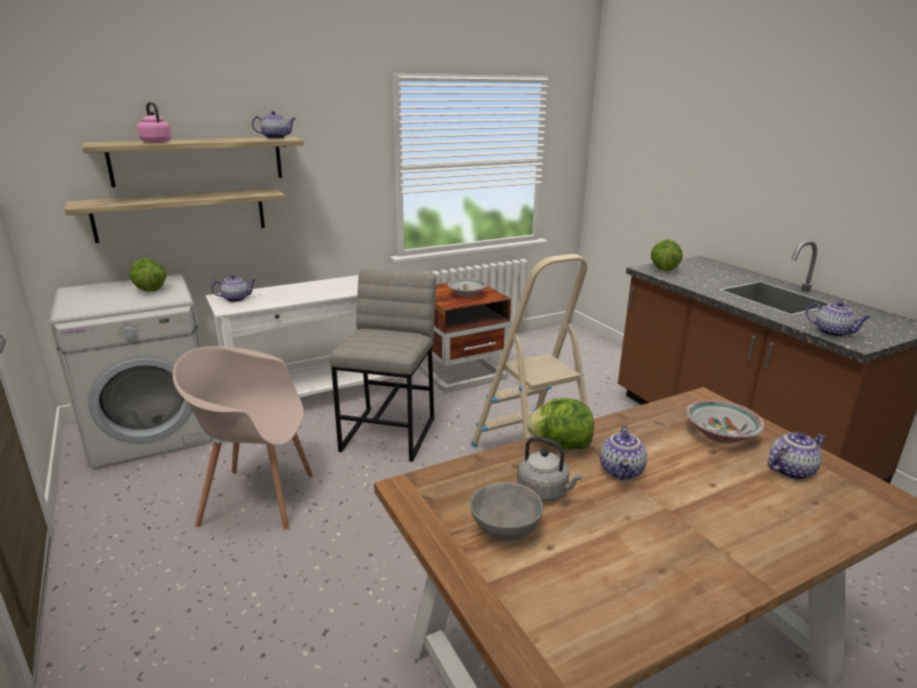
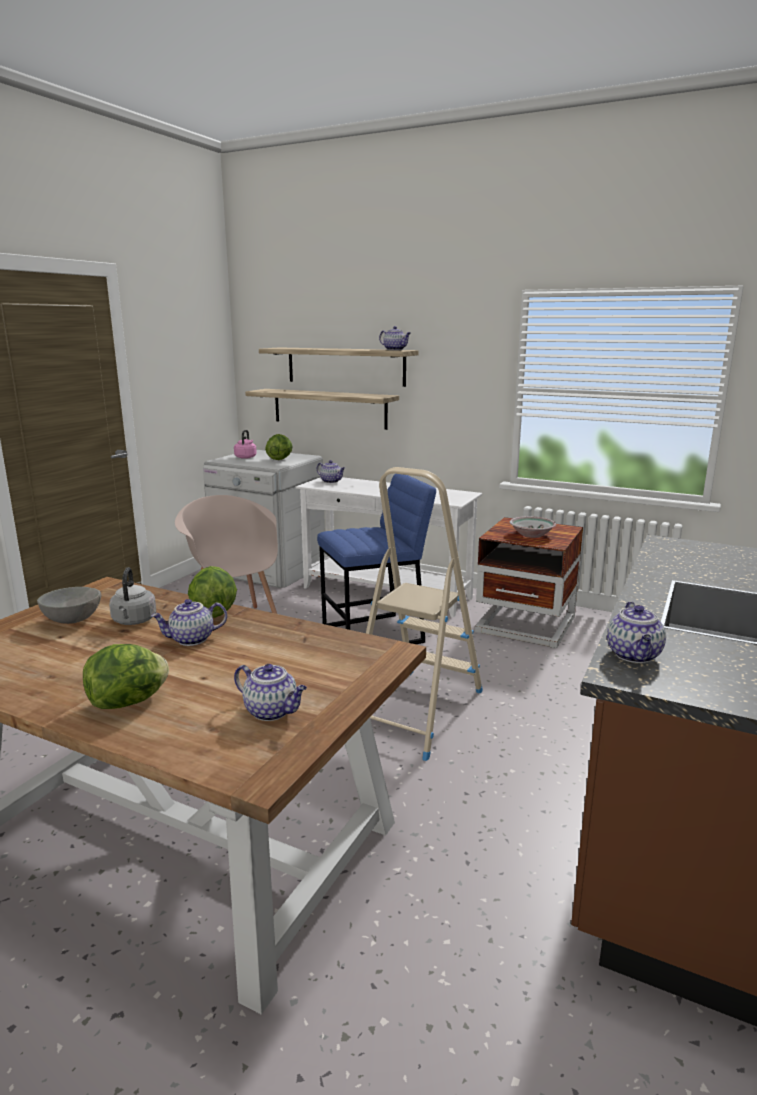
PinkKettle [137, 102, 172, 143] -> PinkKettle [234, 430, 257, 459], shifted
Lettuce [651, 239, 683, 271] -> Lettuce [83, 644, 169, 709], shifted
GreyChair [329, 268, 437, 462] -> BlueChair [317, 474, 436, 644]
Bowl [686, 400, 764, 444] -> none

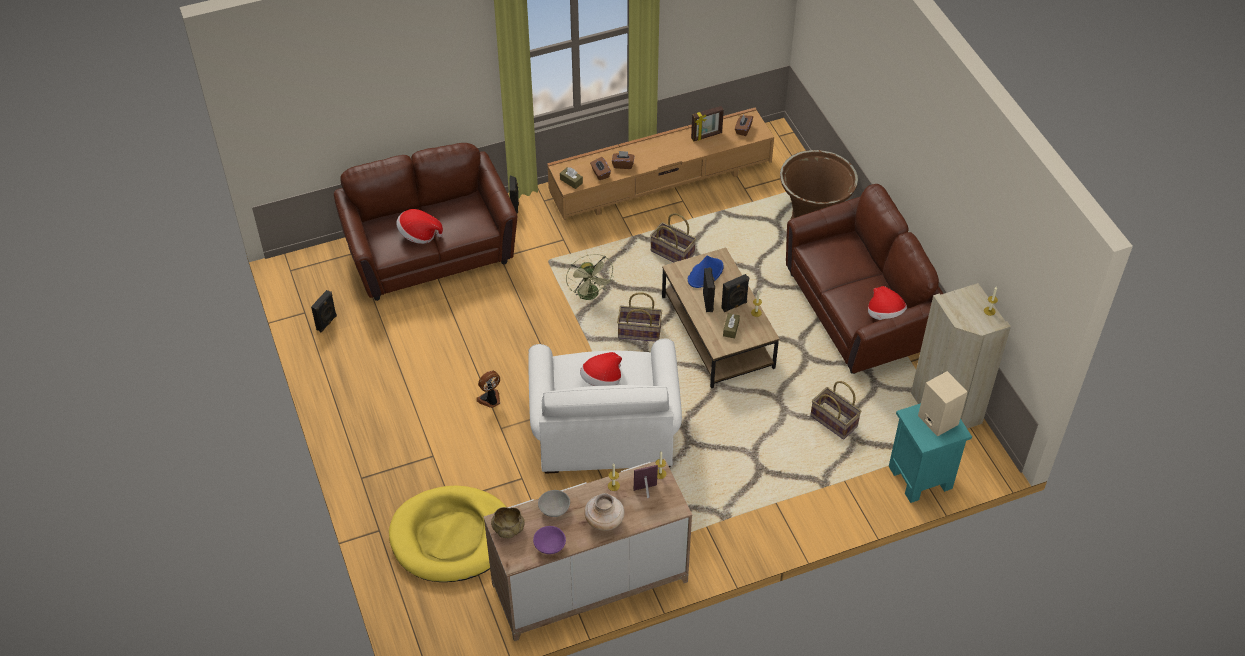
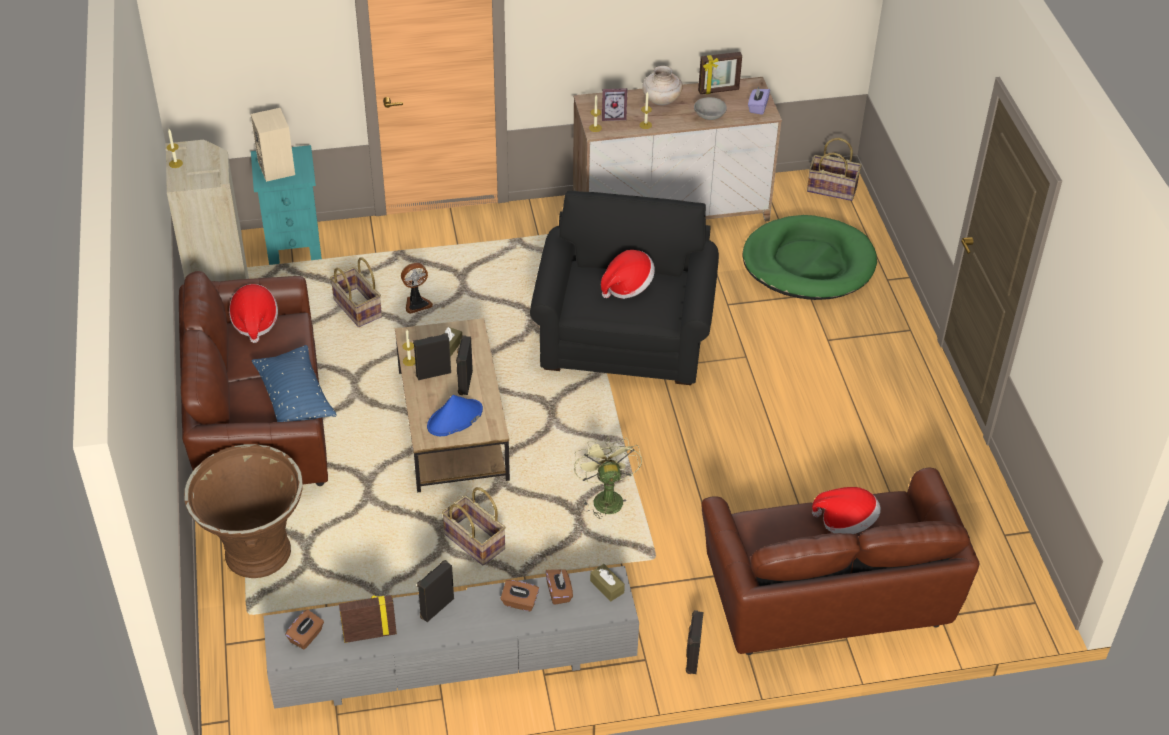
BrownTvStand [547, 107, 774, 220] -> GreyTvStand [263, 566, 639, 709]
BlackSpeaker [311, 290, 337, 332] -> BlackSpeaker [417, 560, 454, 622], shifted
Basket [617, 292, 662, 342] -> Basket [807, 138, 862, 201], shifted
WhiteArmchair [528, 339, 682, 474] -> BlackArmchair [530, 191, 719, 385]
Fan [476, 371, 500, 408] -> Fan [401, 263, 433, 314], shifted
YellowDogBed [389, 485, 506, 582] -> GreenDogBed [742, 215, 877, 300]
BeigeBowl [491, 507, 525, 538] -> PurpleTissueBox [748, 86, 770, 115]
PurpleBowl [533, 526, 566, 554] -> PictureFrame [698, 52, 742, 94]
none -> BluePillow [251, 345, 337, 422]

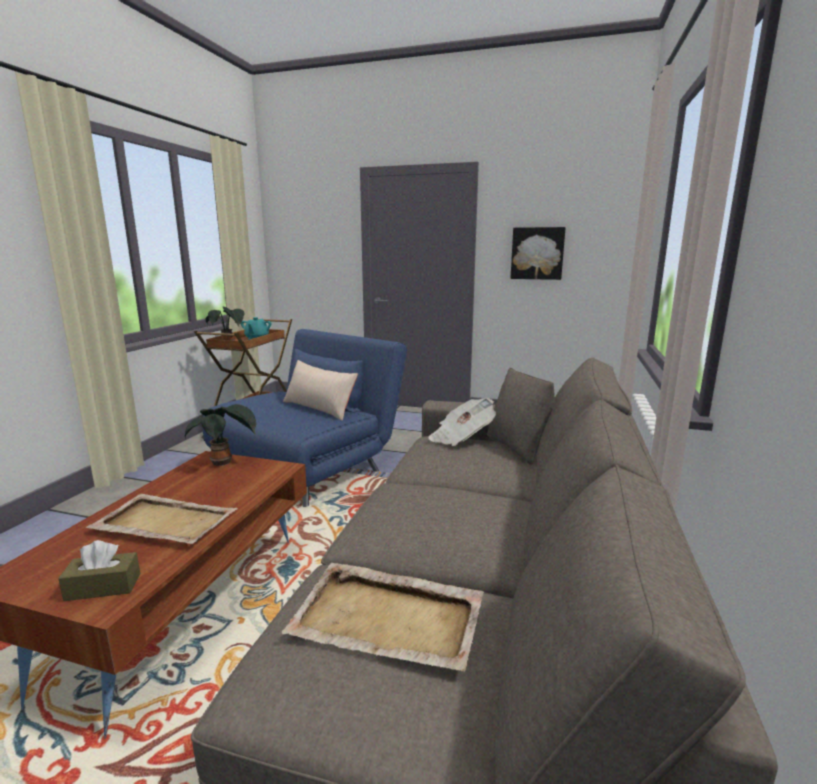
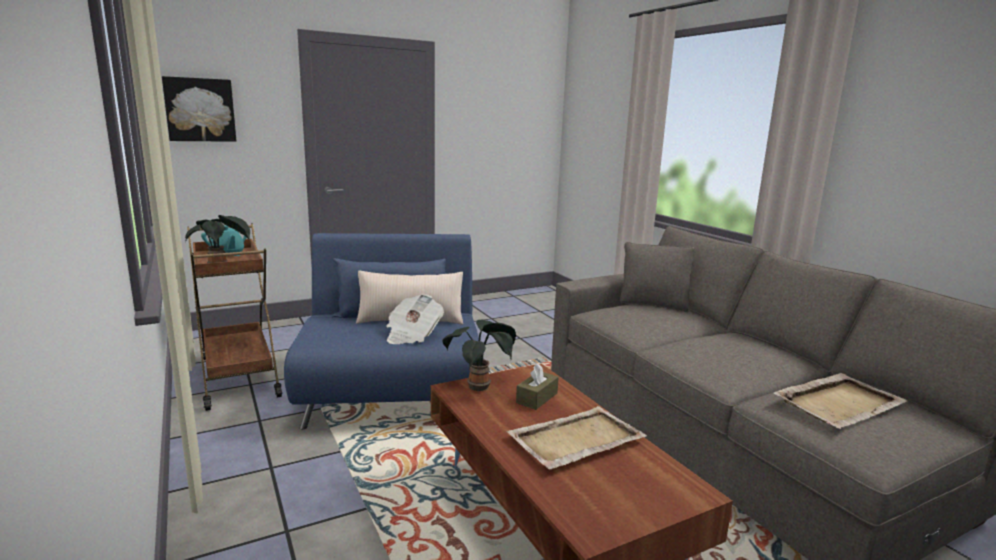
Picture [511, 227, 566, 280] -> Picture [162, 76, 236, 142], shifted
Newspaper [429, 398, 496, 446] -> Newspaper [387, 294, 444, 344], shifted
BrownTissueBox [58, 540, 140, 601] -> BrownTissueBox [516, 363, 559, 410], shifted

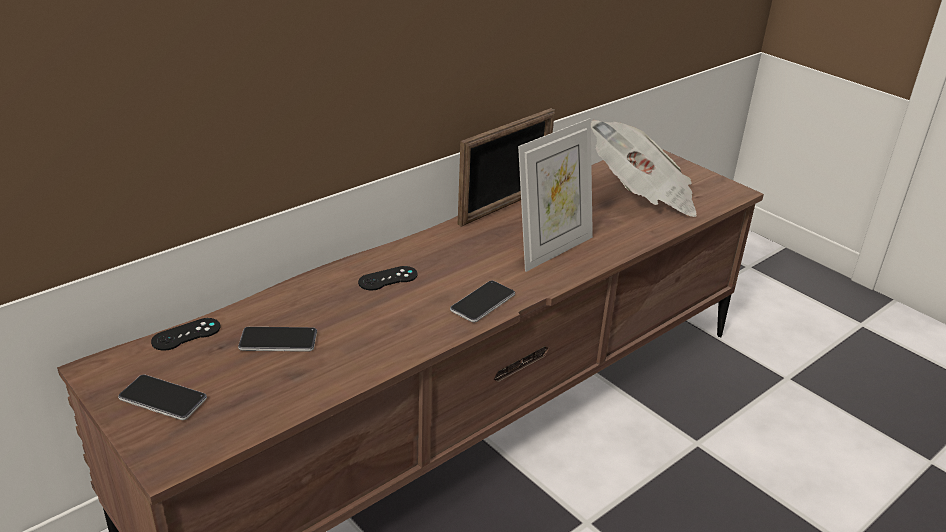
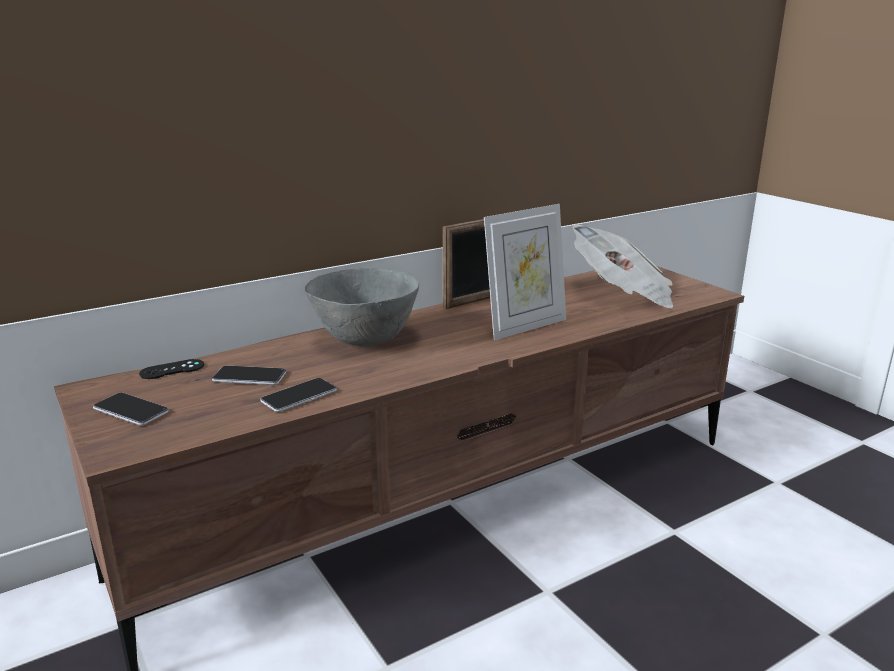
BlackGameController [358, 266, 418, 290] -> GreyBowl [305, 268, 419, 346]
Phone [450, 281, 515, 322] -> Phone [260, 378, 337, 412], shifted

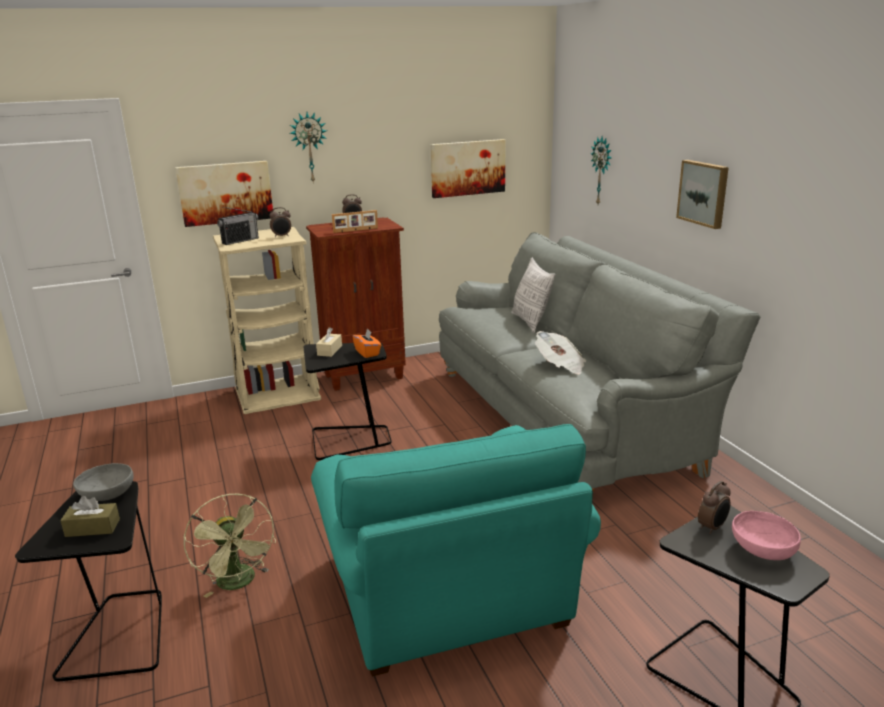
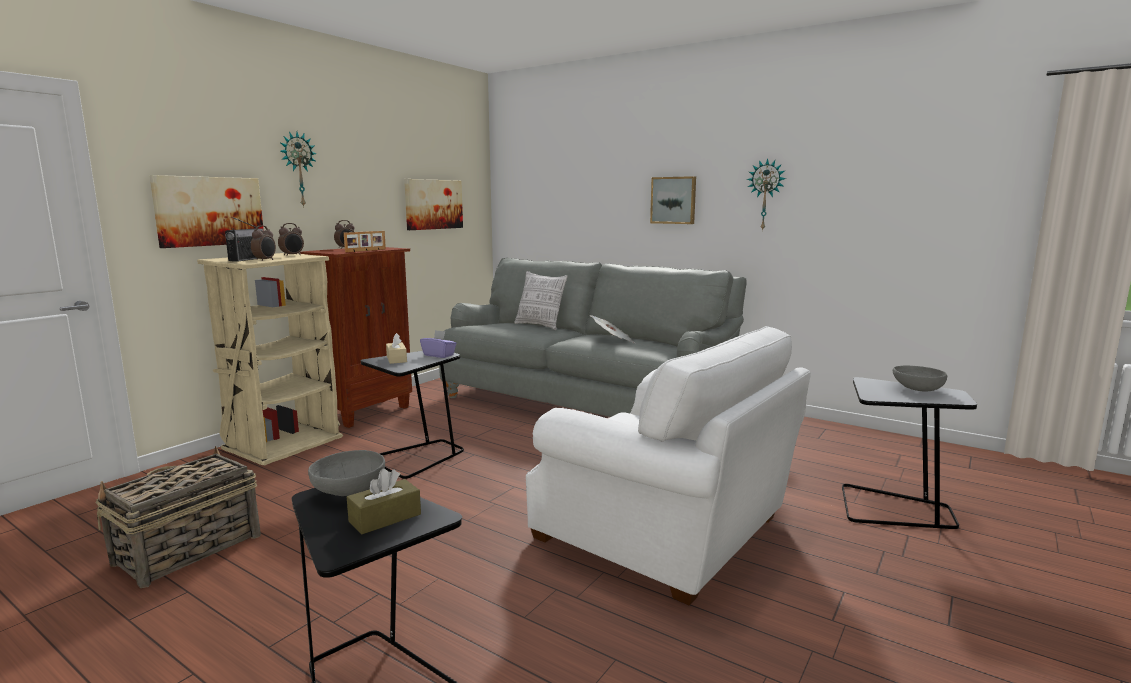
WallClock [591, 136, 611, 204] -> WallClock [747, 158, 786, 231], shifted
OrangeTissueBox [352, 329, 381, 358] -> PurpleTissueBox [420, 330, 457, 358]
TurquoiseArmchair [311, 424, 601, 676] -> WhiteArmchair [526, 326, 811, 605]
AlarmClock [698, 481, 731, 534] -> AlarmClock [251, 226, 276, 261], shifted
GreenFan [184, 494, 276, 598] -> none
PinkBowl [732, 511, 801, 560] -> GreyBowl [893, 365, 947, 391]
none -> Basket [95, 446, 261, 588]

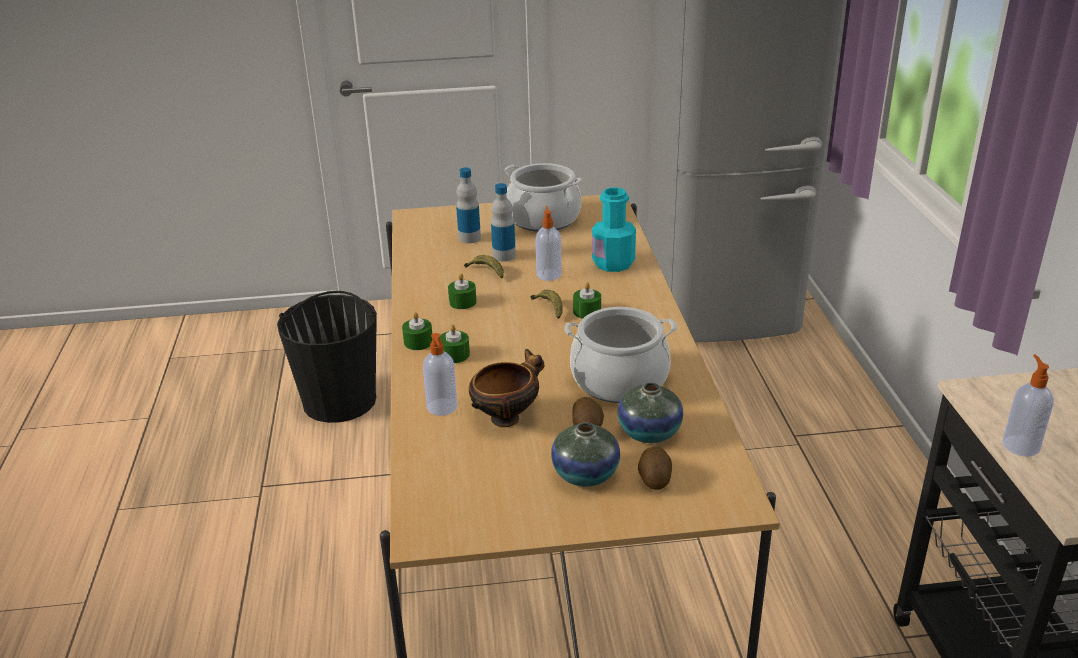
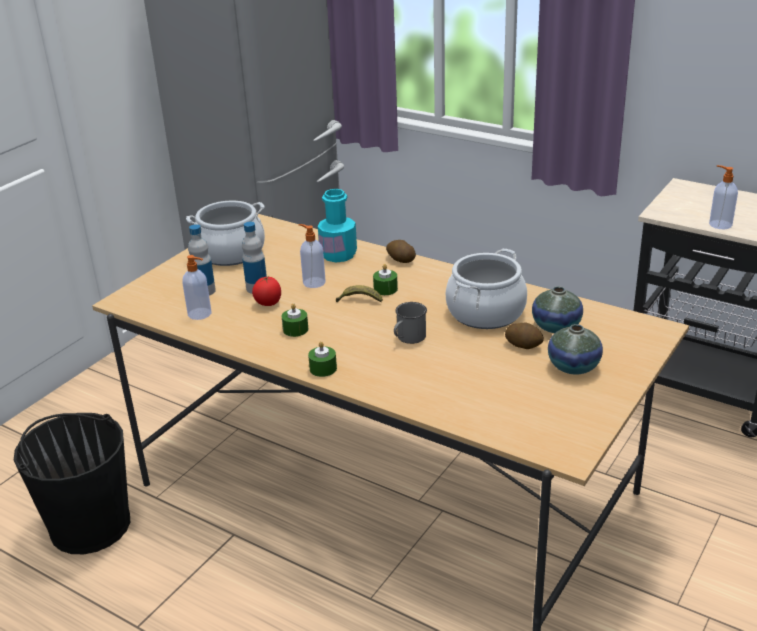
Banana [464, 255, 504, 279] -> Tomato [252, 276, 281, 306]
GreenCandle [440, 324, 470, 363] -> none
SoapDispenser [423, 333, 457, 416] -> SoapDispenser [182, 255, 211, 320], shifted
Bowl [469, 349, 544, 427] -> none
Potato [638, 447, 672, 490] -> Potato [386, 240, 416, 263], shifted
none -> GreyMug [394, 302, 427, 344]

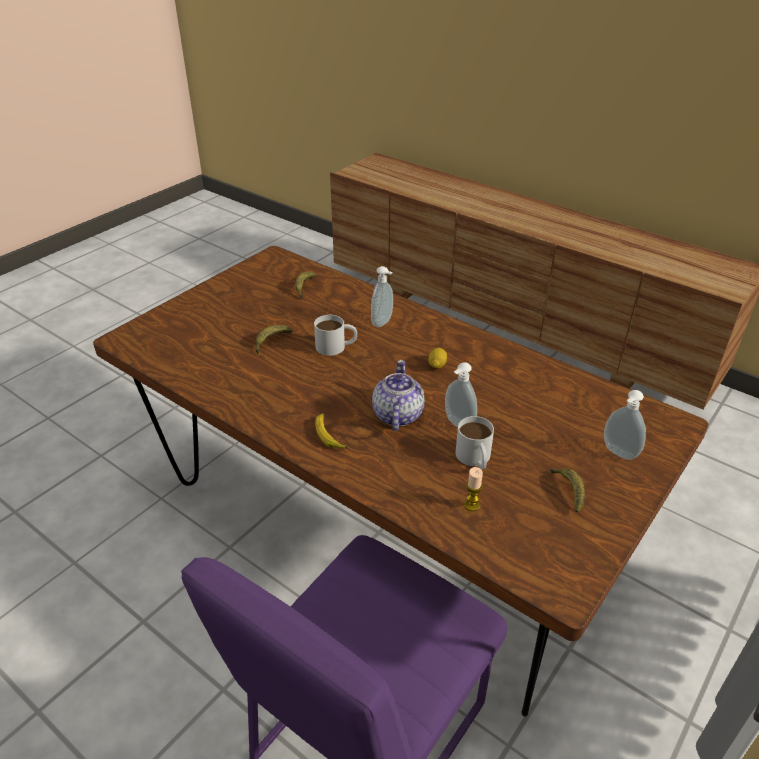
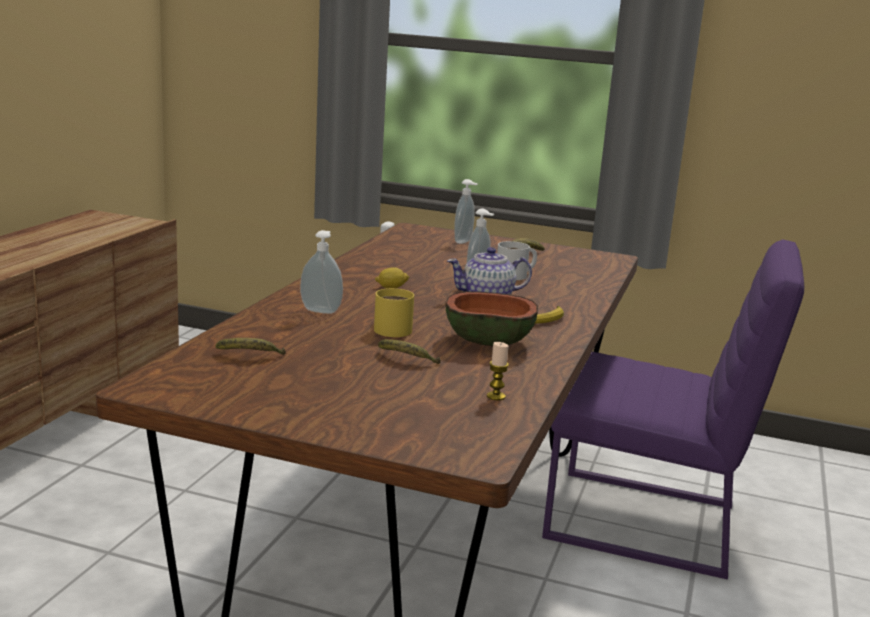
WhiteMug [314, 315, 357, 356] -> YellowMug [374, 288, 414, 337]
Candle [464, 467, 483, 511] -> Candle [487, 342, 509, 400], shifted
none -> Bowl [446, 291, 538, 346]

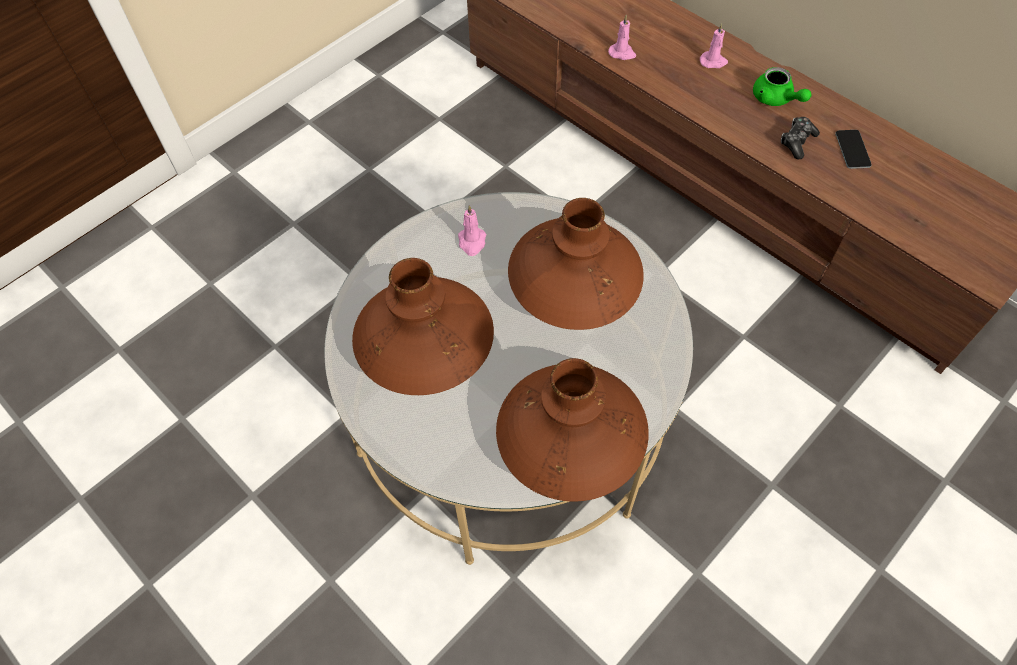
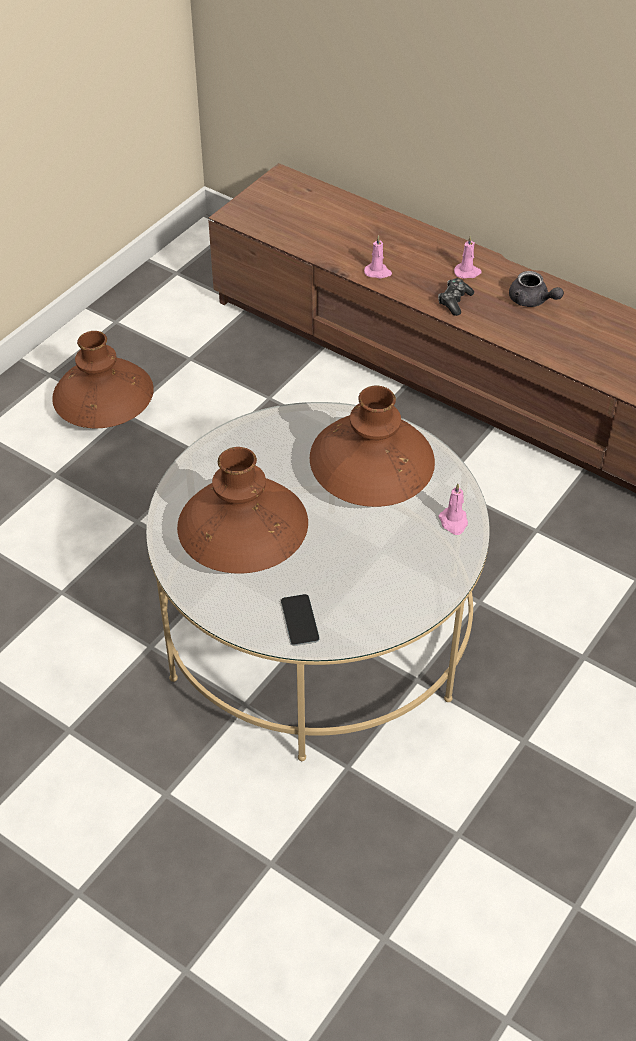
GreenTeapot [753, 67, 811, 106] -> GreyTeapot [509, 271, 564, 307]
GameController [781, 117, 820, 159] -> GameController [438, 278, 474, 316], shifted
Phone [835, 130, 872, 169] -> Phone [281, 594, 320, 646], shifted
PinkCandle [458, 205, 486, 256] -> PinkCandle [438, 483, 468, 535], shifted
BrownVase [496, 358, 649, 501] -> BrownVase [52, 331, 154, 428], shifted

